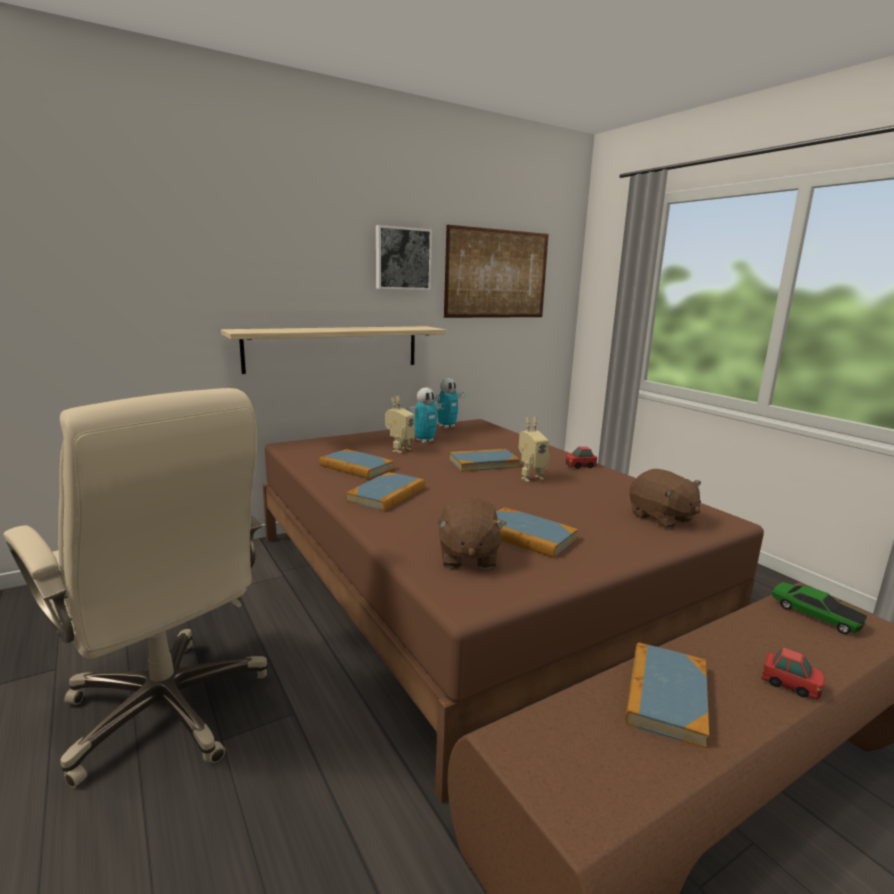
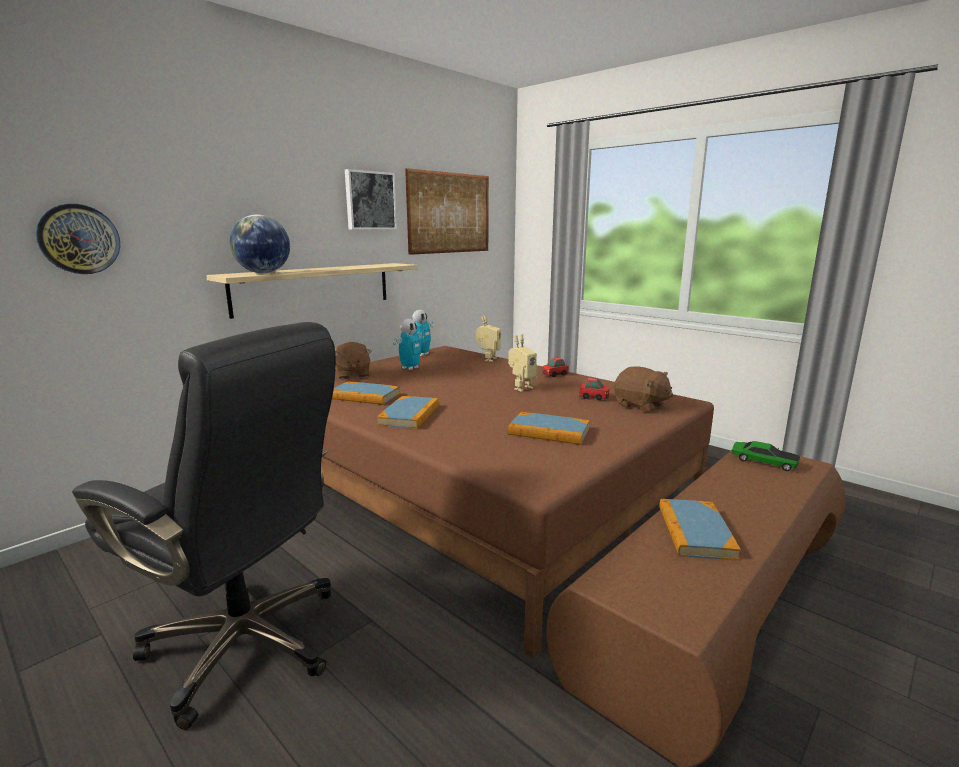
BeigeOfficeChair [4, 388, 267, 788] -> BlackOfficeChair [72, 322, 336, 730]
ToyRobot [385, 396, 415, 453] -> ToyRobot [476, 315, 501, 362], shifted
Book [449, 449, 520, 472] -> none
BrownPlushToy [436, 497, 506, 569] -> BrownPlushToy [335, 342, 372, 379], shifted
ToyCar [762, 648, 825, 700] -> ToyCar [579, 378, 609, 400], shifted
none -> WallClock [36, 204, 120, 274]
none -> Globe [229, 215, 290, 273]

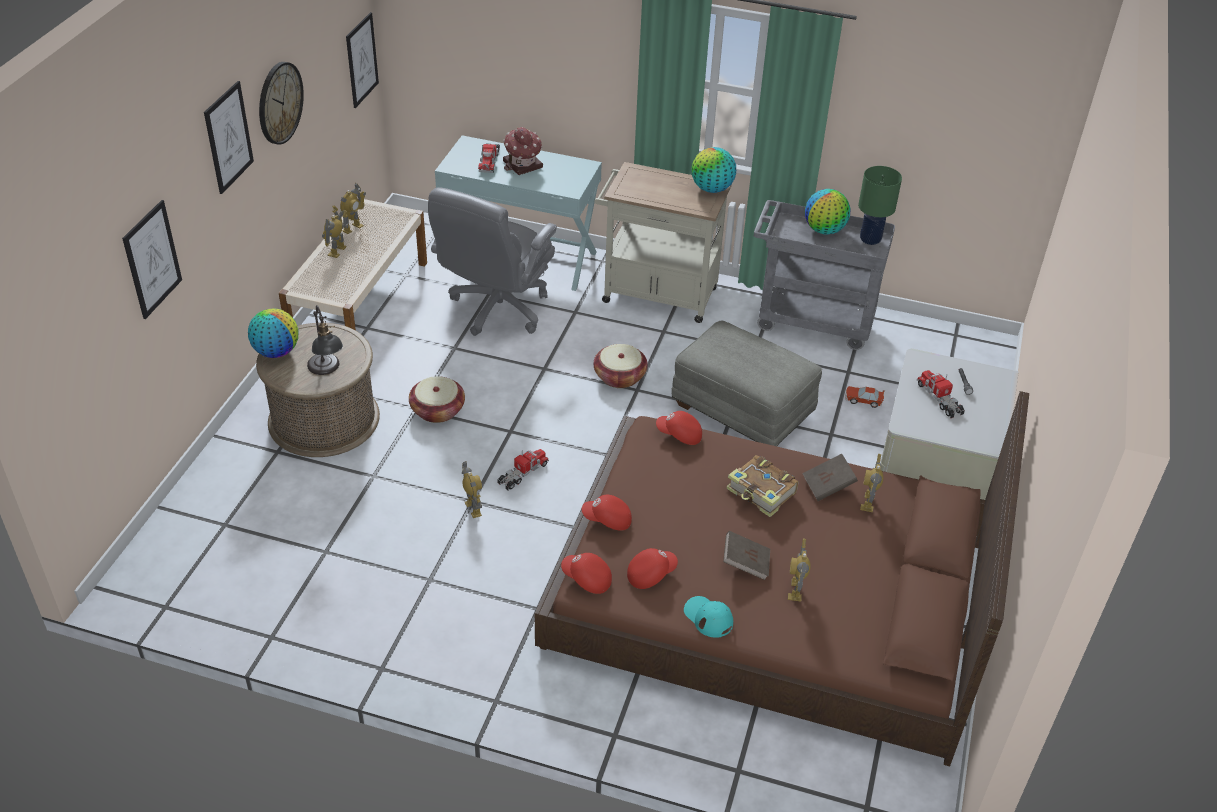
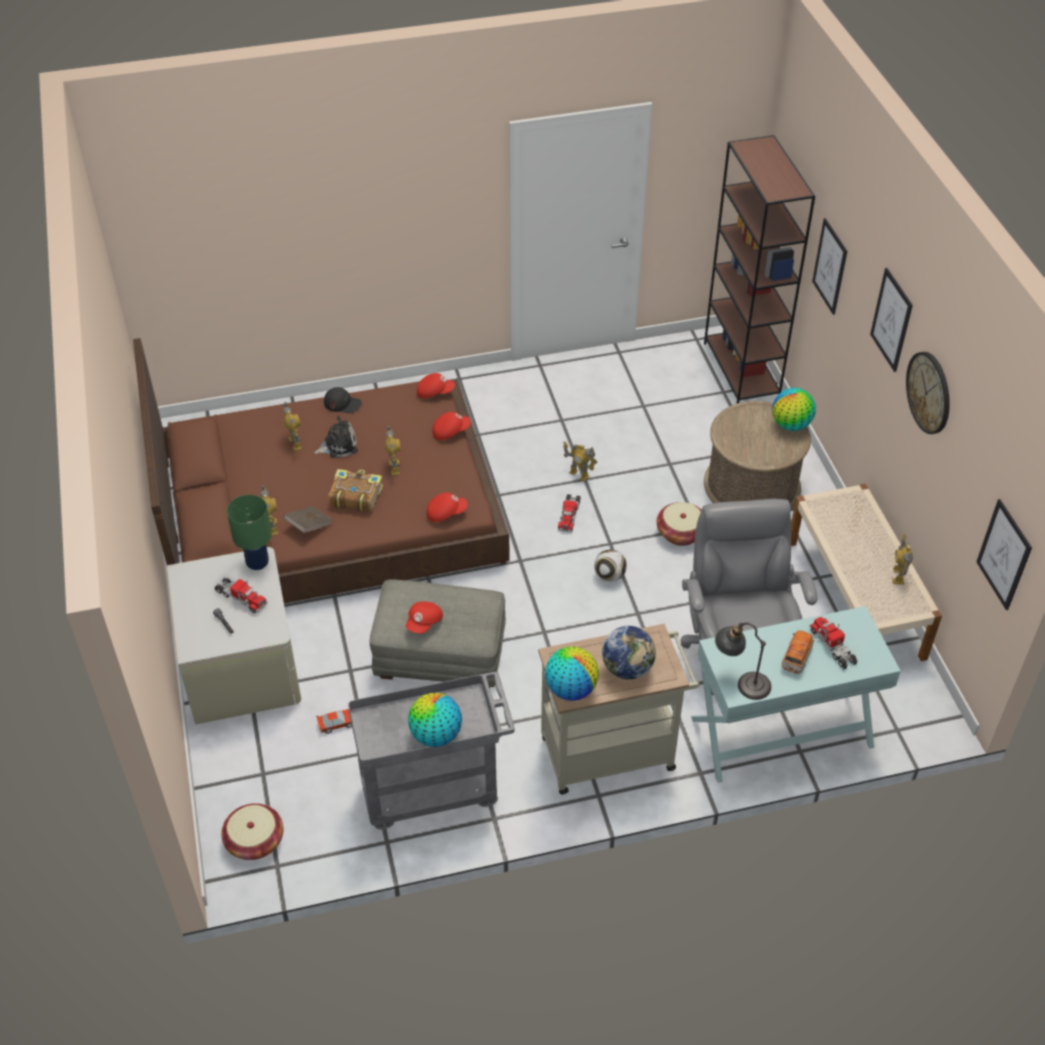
ToyHouse [503, 127, 543, 175] -> ToyCar [782, 630, 814, 674]
GreenTableLamp [858, 166, 902, 245] -> GreenTableLamp [227, 495, 272, 570], shifted
ToyRobot [322, 210, 348, 258] -> ToyRobot [385, 425, 401, 475], shifted
GreyTableLamp [307, 305, 343, 375] -> GreyTableLamp [715, 622, 771, 700], shifted
Basket [594, 344, 648, 388] -> Basket [221, 803, 283, 860], shifted
BrownBook [723, 531, 770, 580] -> PlushToy [314, 416, 358, 458]
RedCap [627, 548, 678, 589] -> RedCap [406, 601, 443, 633], shifted
TurquoiseCap [684, 596, 733, 638] -> BlackCap [324, 387, 362, 414]
none -> BrownBookcase [704, 135, 815, 403]
none -> Football [594, 549, 627, 582]
none -> Globe [602, 626, 656, 680]

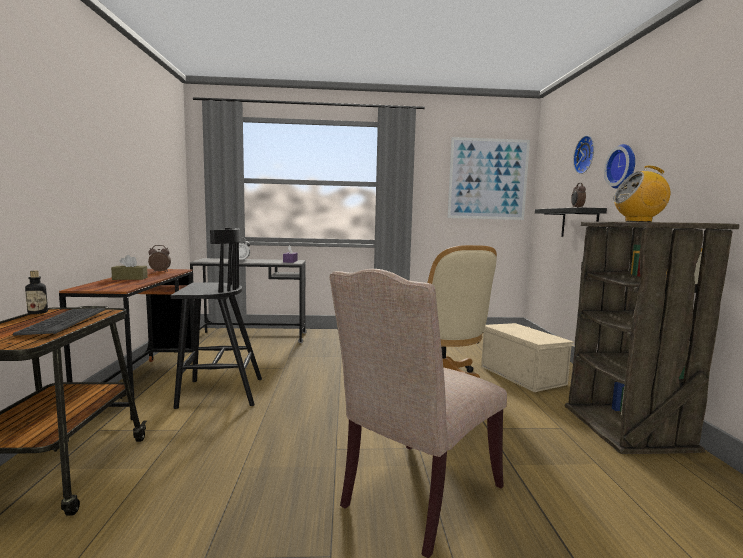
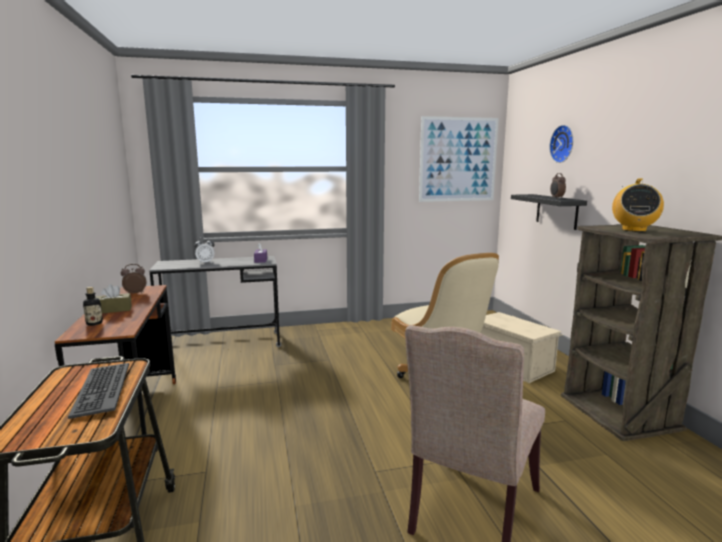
WallClock [604, 144, 635, 188] -> none
Radio [613, 166, 670, 222] -> Radio [612, 178, 664, 232], 60 degrees counterclockwise
BlackStool [171, 228, 262, 409] -> none
Bottle [25, 270, 48, 314] -> Bottle [83, 287, 103, 326], shifted

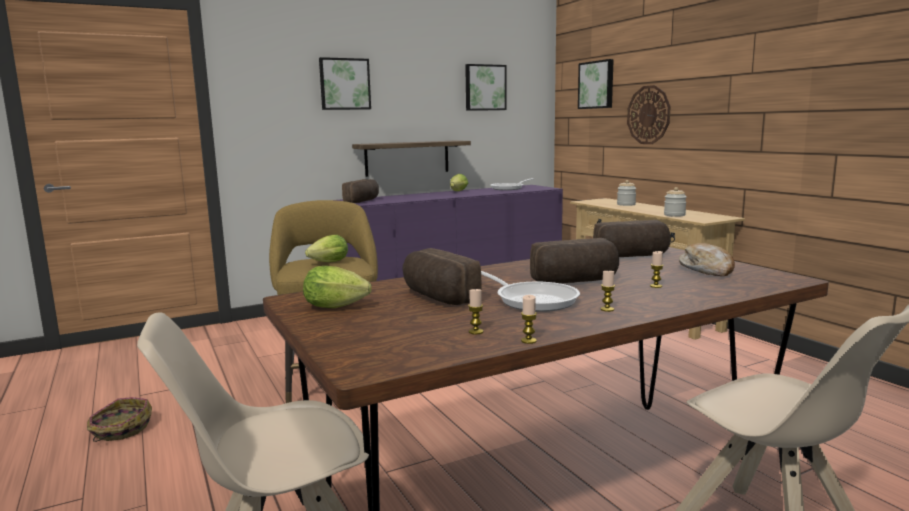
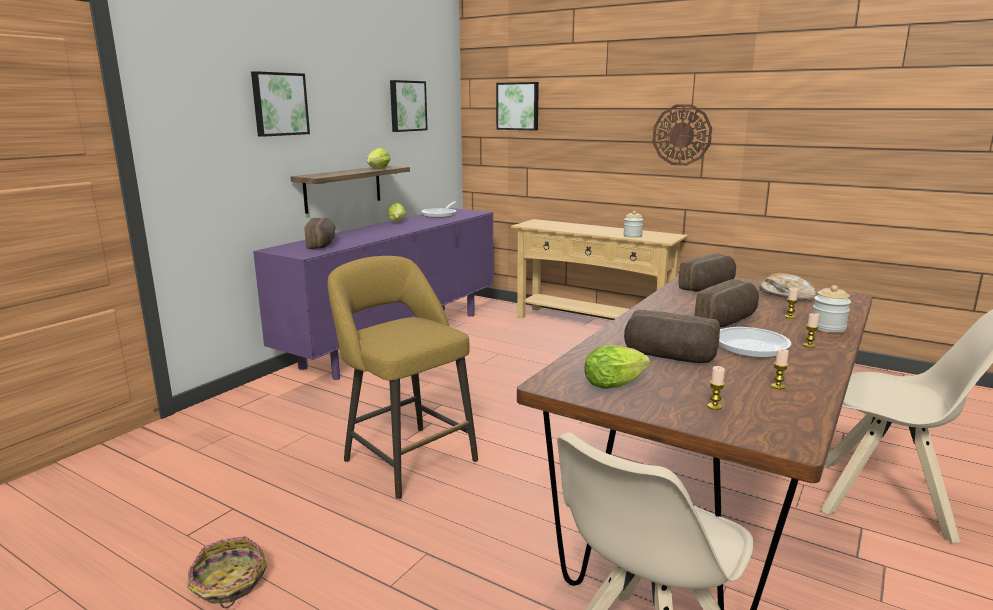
WallClock [627, 85, 671, 144] -> WallClock [652, 104, 712, 166], shifted
Jar [617, 180, 636, 206] -> Jar [813, 285, 851, 333], shifted
Lettuce [305, 235, 348, 262] -> Lettuce [367, 148, 391, 169], shifted
Candle [521, 295, 537, 344] -> Candle [707, 366, 725, 410], shifted

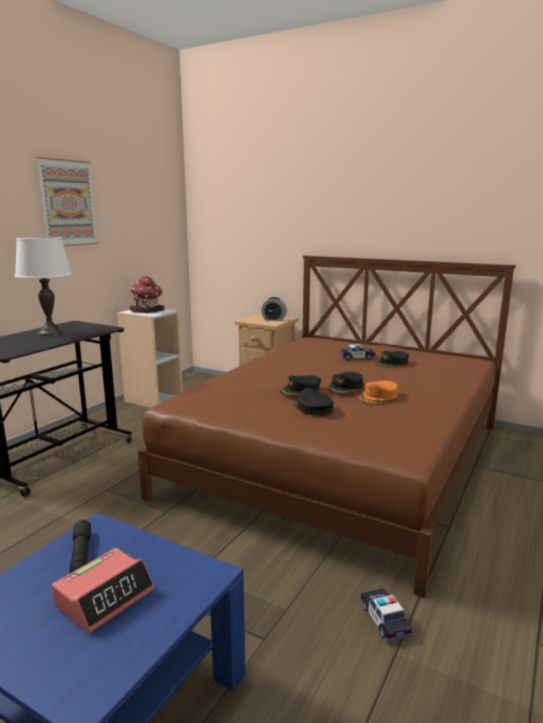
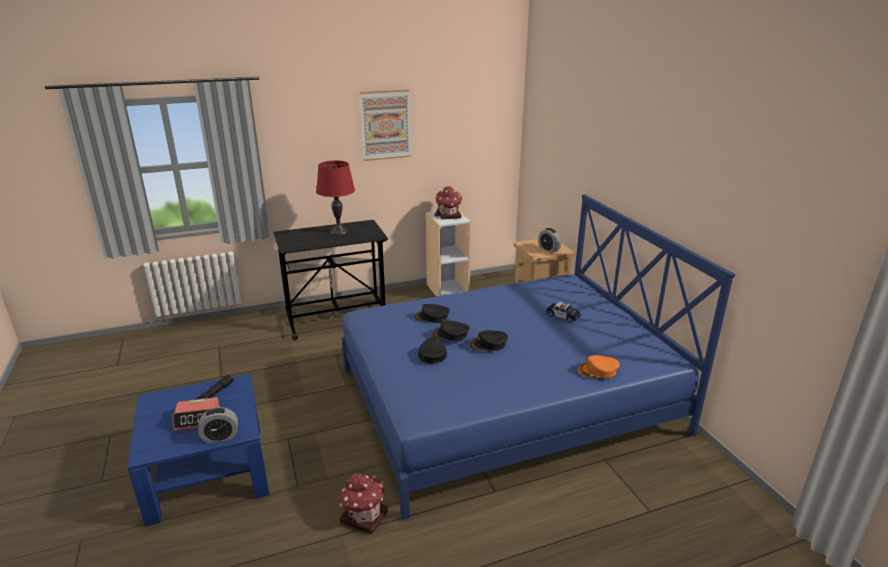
WhiteTableLamp [15, 237, 72, 336] -> RedTableLamp [316, 160, 355, 235]
BrownBed [138, 255, 516, 598] -> BlueBed [342, 194, 736, 520]
BlackCap [376, 351, 409, 367] -> BlackCap [415, 304, 450, 323], shifted
OrangeCap [359, 380, 398, 403] -> OrangeCap [578, 355, 620, 378], shifted
ToyCar [360, 588, 413, 642] -> ToyHouse [339, 474, 389, 534]
none -> AlarmClock [198, 407, 238, 444]

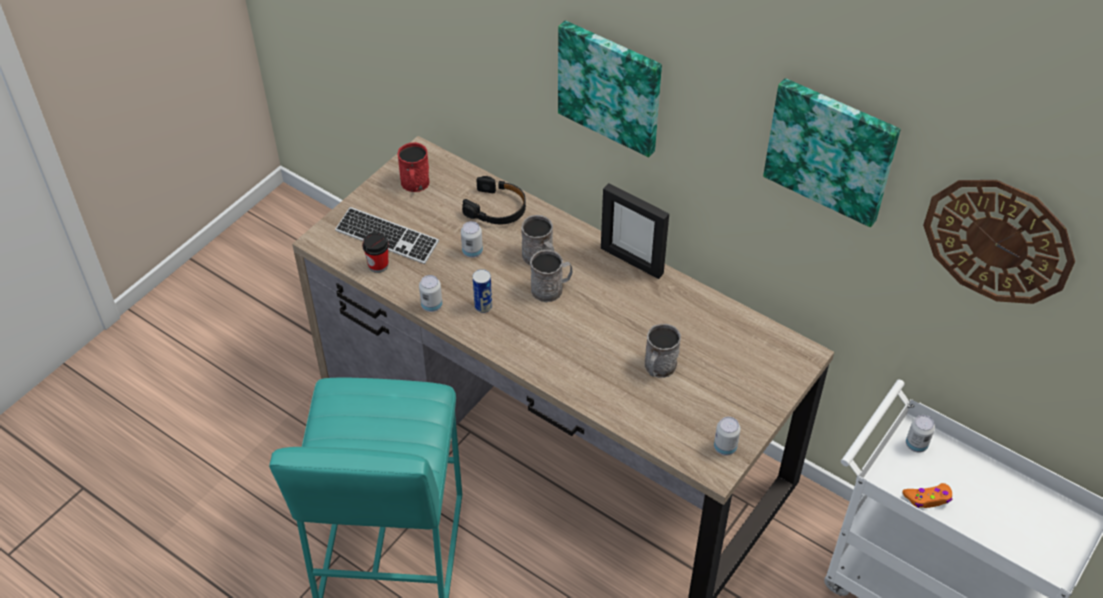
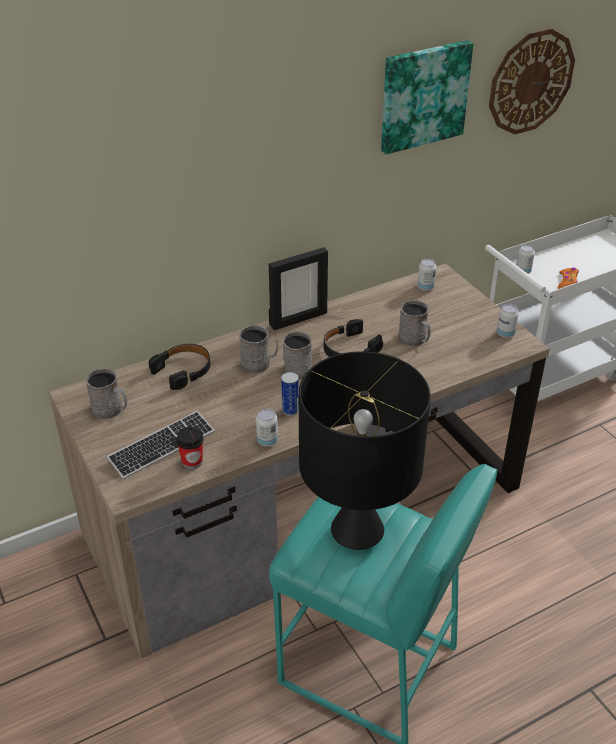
Picture [558, 20, 662, 157] -> none
RedMug [398, 142, 429, 192] -> GreyMug [86, 368, 127, 419]
Can [461, 221, 483, 258] -> Can [417, 259, 437, 291], shifted
none -> BlackHeadphones [324, 319, 383, 357]
none -> BlackTableLamp [299, 351, 431, 550]

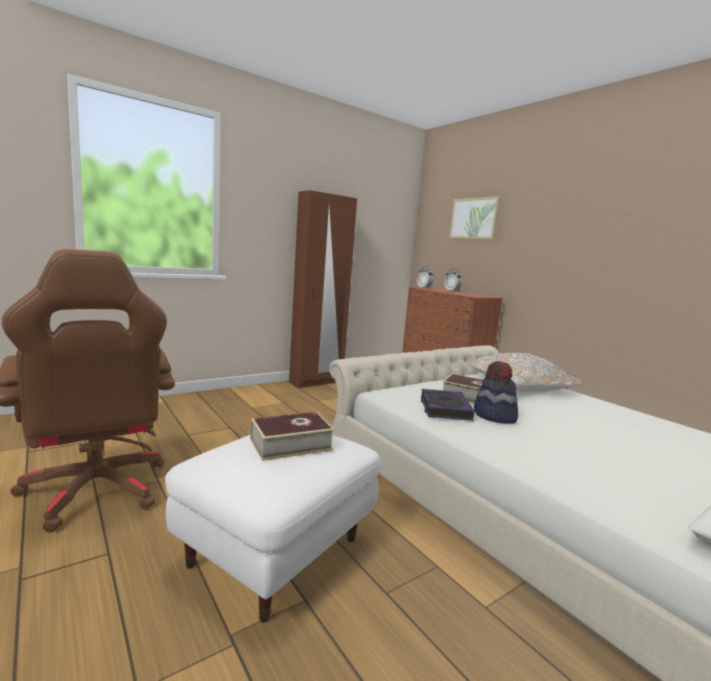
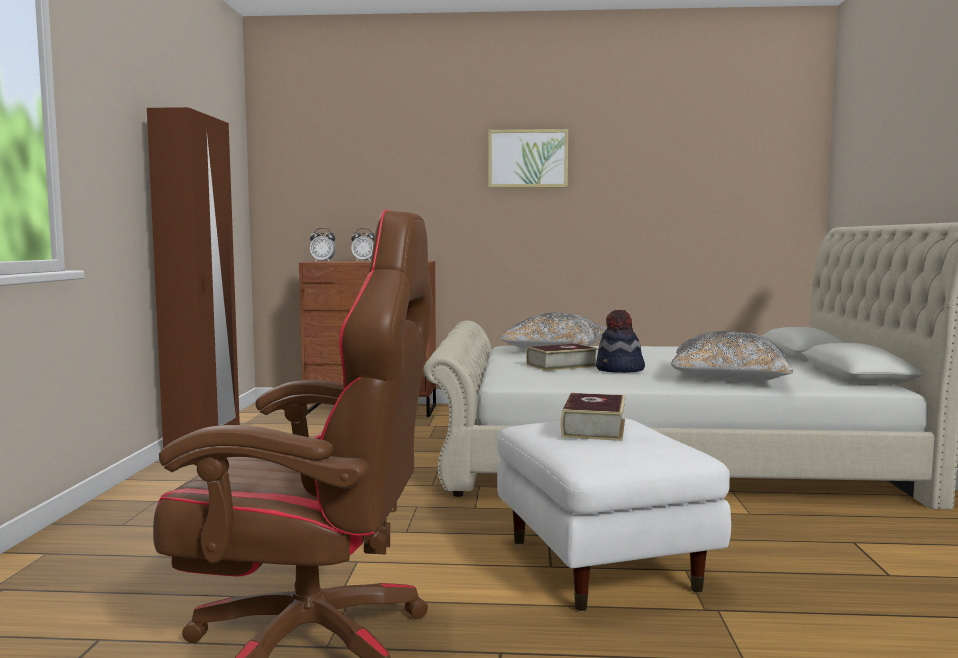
Picture [449, 196, 500, 240] -> Picture [488, 129, 568, 188], shifted
Book [421, 389, 475, 421] -> none
none -> WhitePillow [670, 331, 793, 382]

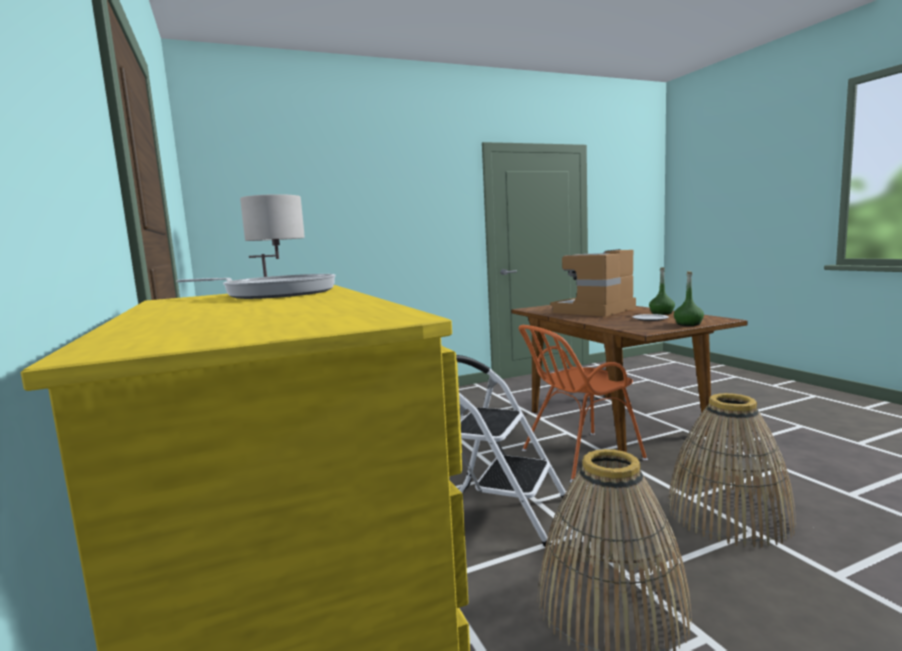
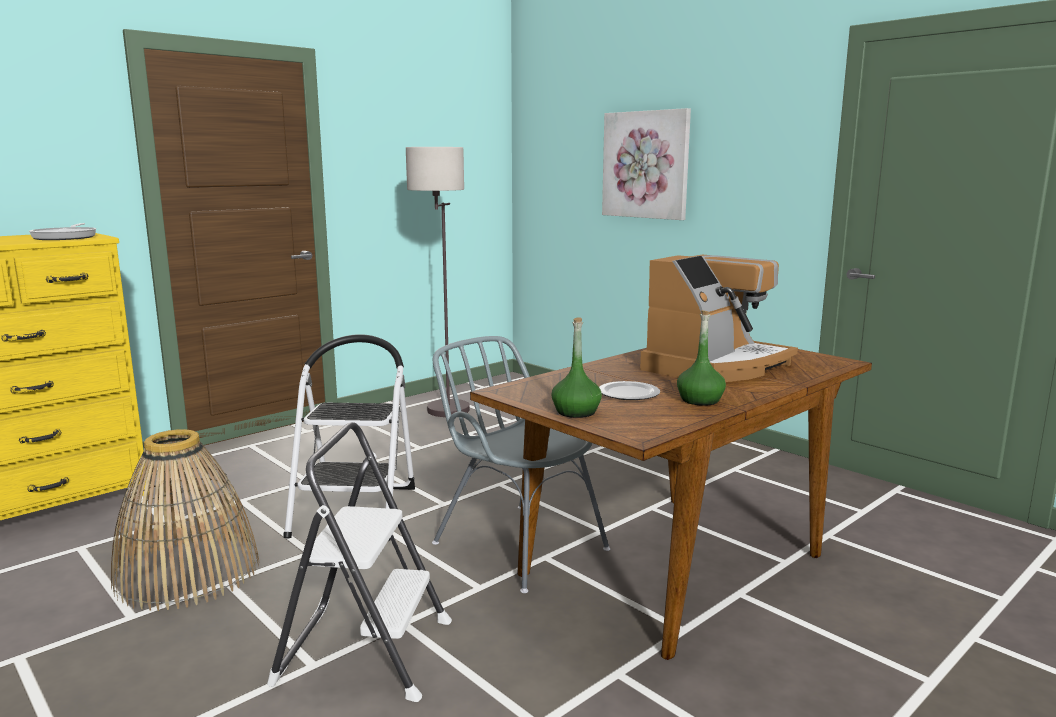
CoffeeMachine [550, 249, 636, 317] -> CoffeeMachine [640, 255, 798, 382], 105 degrees clockwise
OrangeChair [519, 325, 648, 482] -> GreyChair [432, 336, 610, 593]
Basket [667, 393, 796, 547] -> WhiteStepLadder [267, 422, 452, 702]
none -> Picture [602, 108, 691, 220]

